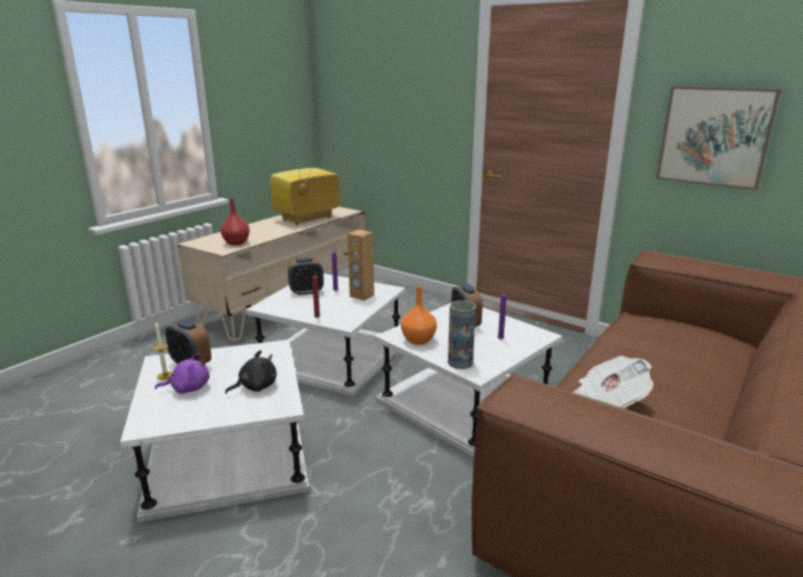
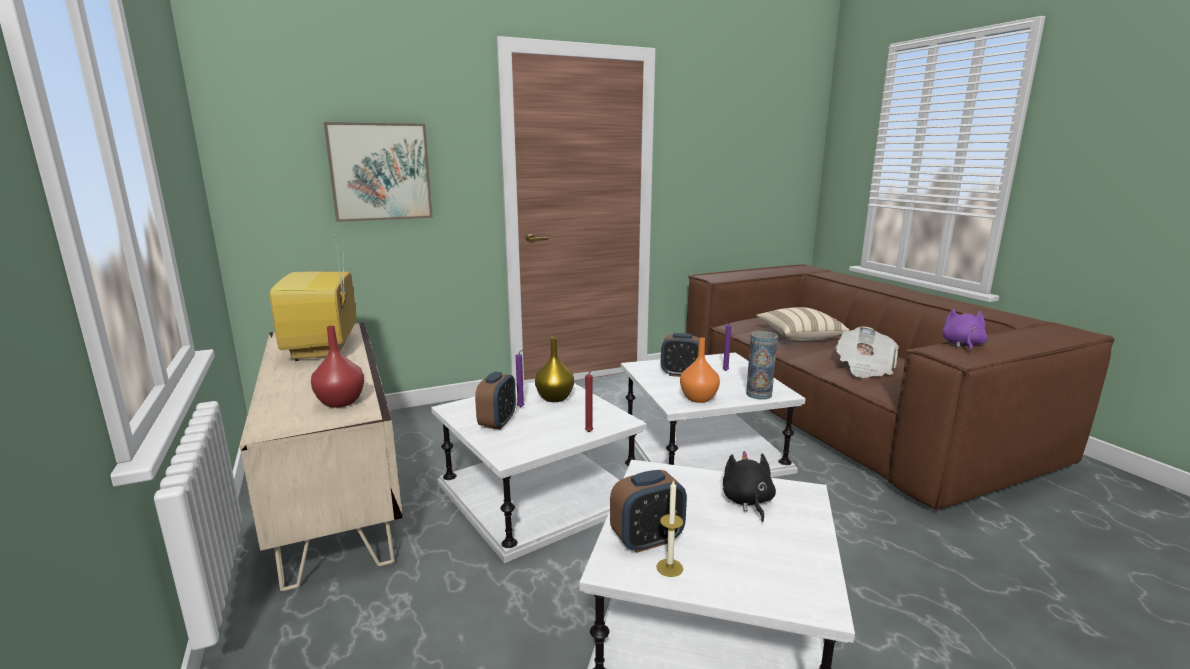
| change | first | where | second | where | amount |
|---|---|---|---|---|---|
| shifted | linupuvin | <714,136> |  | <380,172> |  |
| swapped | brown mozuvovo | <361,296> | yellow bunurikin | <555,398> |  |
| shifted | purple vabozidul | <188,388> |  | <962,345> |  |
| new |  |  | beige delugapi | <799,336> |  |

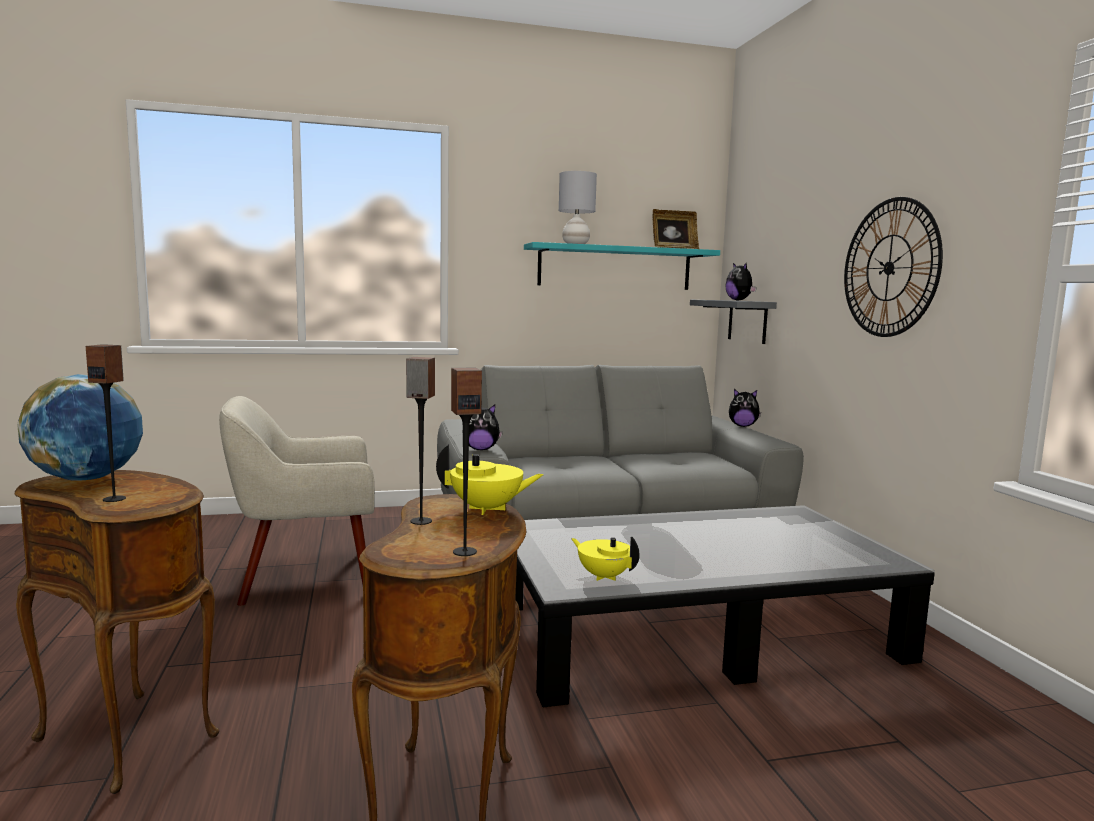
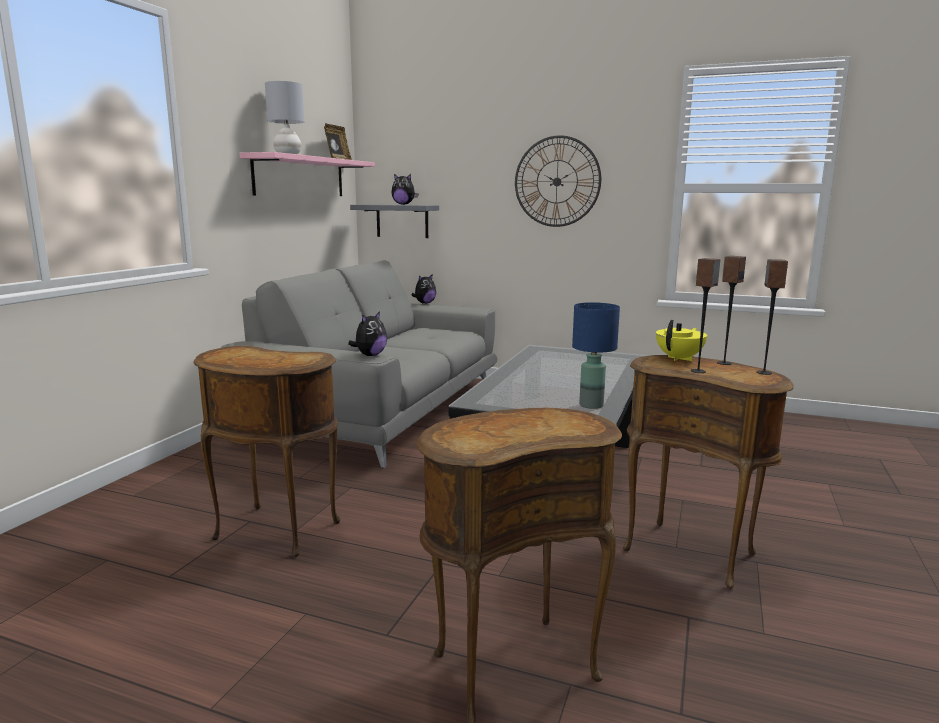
| change | first | where | second | where | amount |
|---|---|---|---|---|---|
| repainted | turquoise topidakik | <615,268> | pink topidakik | <300,177> |  |
| shifted | mozuvovo | <114,499> |  | <723,363> |  |
| gone | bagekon | <87,479> |  |  |  |
| swapped | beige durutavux | <304,576> | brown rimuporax | <274,533> |  |
| swapped | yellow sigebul | <604,576> | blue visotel | <590,405> |  |

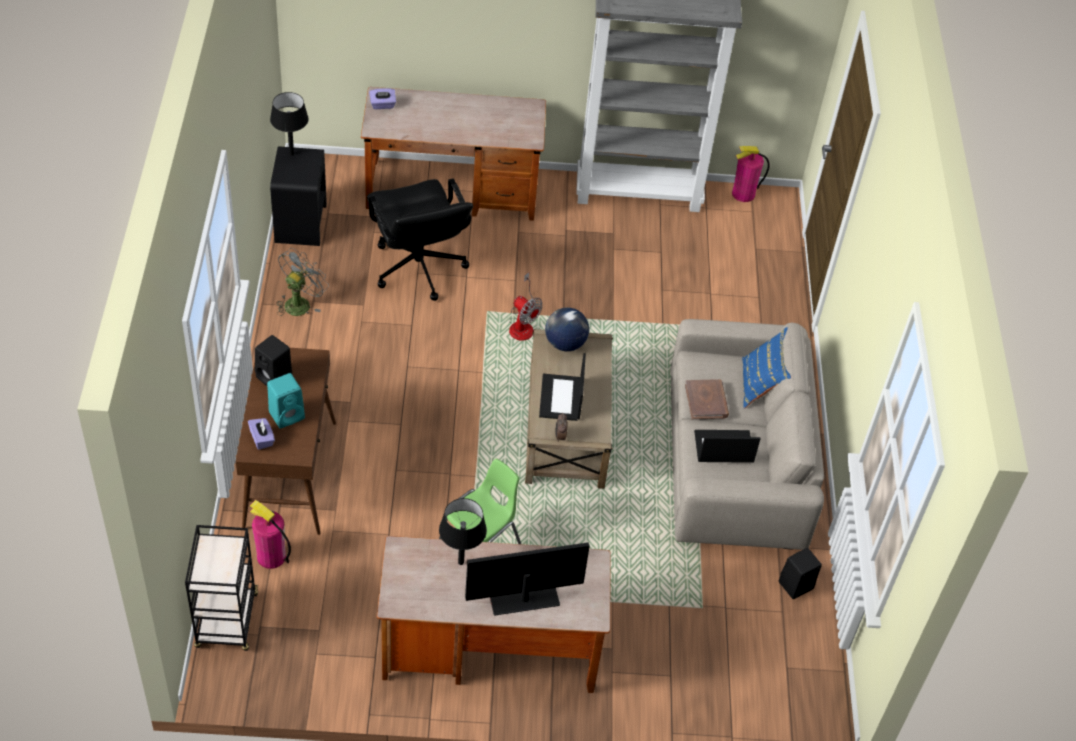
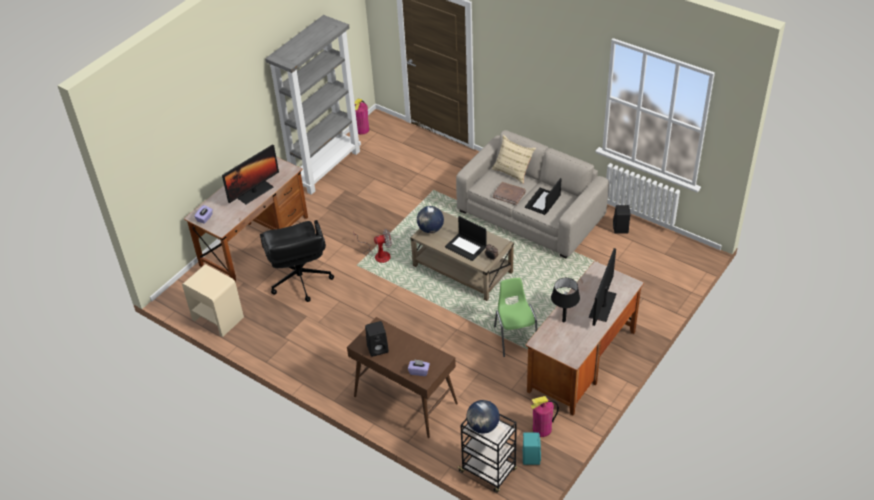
| change | first | where | second | where | amount |
|---|---|---|---|---|---|
| gone | black visotel | <291,154> |  |  |  |
| repainted | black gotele | <300,223> | beige gotele | <217,318> |  |
| rotated | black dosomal | <418,268> |  | <300,280> | 60 degrees clockwise |
| gone | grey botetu | <300,302> |  |  |  |
| repainted | blue delugapi | <760,385> | beige delugapi | <513,171> |  |
| shifted | turquoise mozuvovo | <287,414> |  | <531,456> |  |
| shifted | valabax | <271,556> |  | <542,429> |  |
| new |  |  | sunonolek | <255,192> |  |
| new |  |  | bagekon | <482,426> |  |

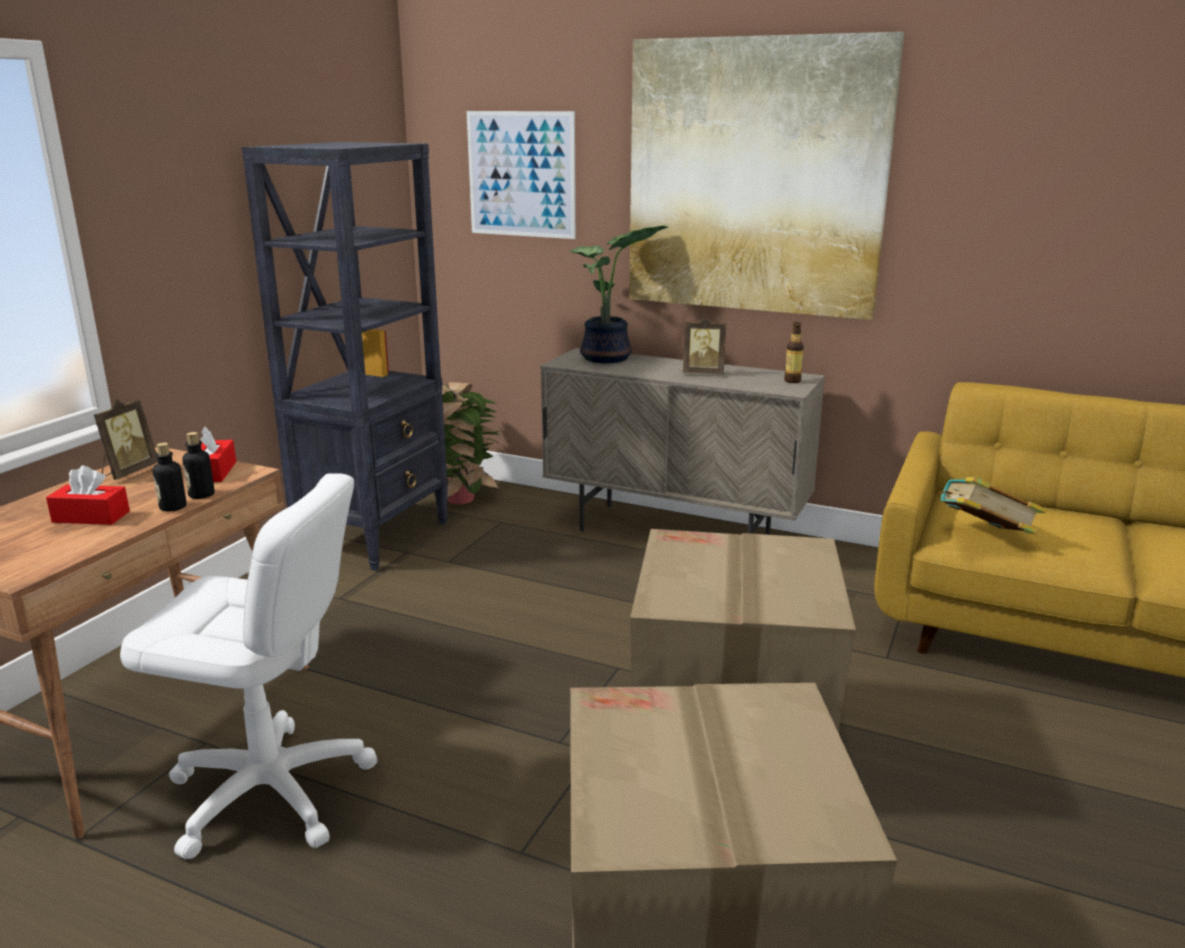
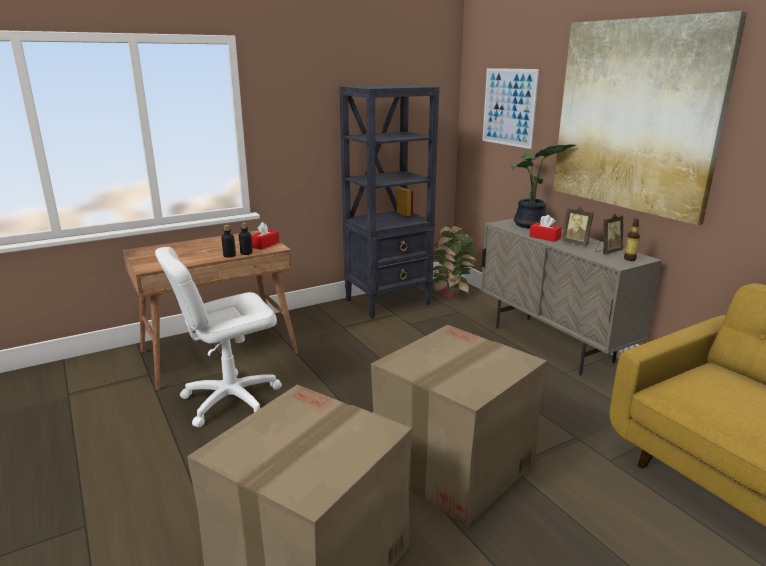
| change | first | where | second | where | amount |
|---|---|---|---|---|---|
| shifted | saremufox | <128,472> |  | <607,252> |  |
| shifted | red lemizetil | <91,517> |  | <544,237> |  |
| rotated | white dosomal | <270,792> |  | <231,400> | 105 degrees clockwise |
| gone | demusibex | <983,536> |  |  |  |

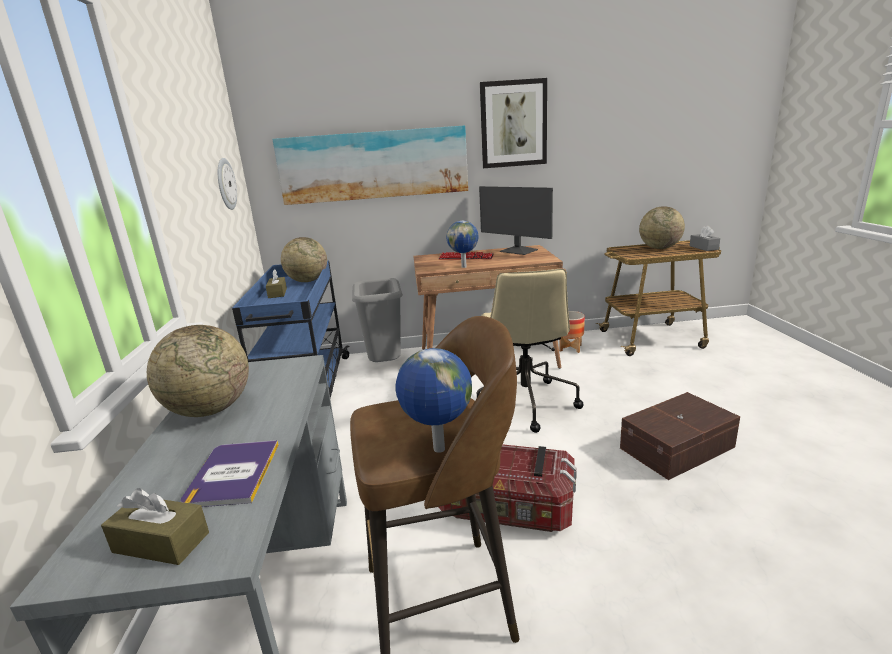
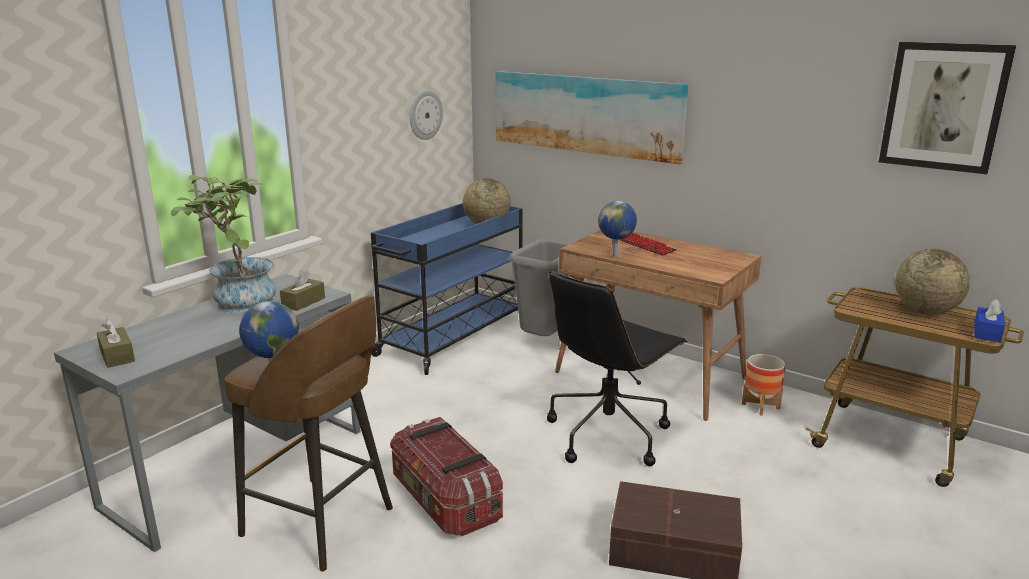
| change | first | where | second | where | amount |
|---|---|---|---|---|---|
| shifted | linupuvin | <513,124> |  | <943,106> |  |
| gone | sunonolek | <518,251> |  |  |  |
| repainted | grey lemizetil | <703,247> | blue lemizetil | <987,332> |  |
| repainted | beige dosomal | <525,402> | black dosomal | <608,434> |  |
| shifted | brown lemizetil | <277,293> |  | <303,302> |  |
| swapped | bagekon | <210,410> | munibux | <237,302> |  |
| gone | demusibex | <233,474> |  |  |  |

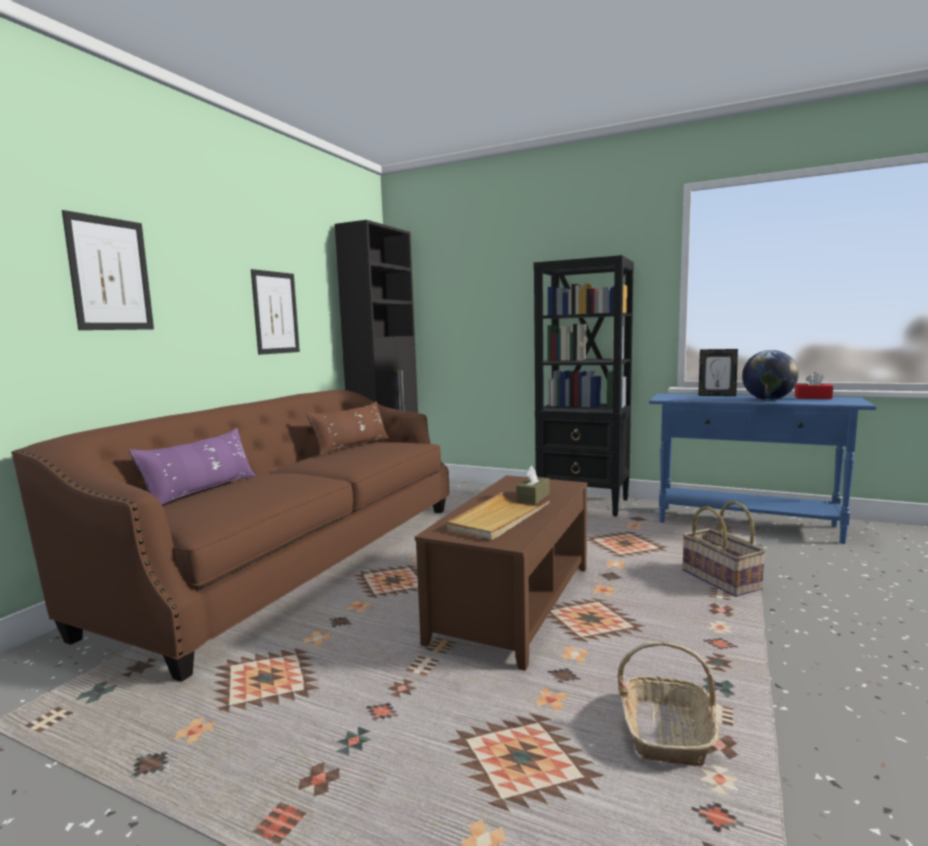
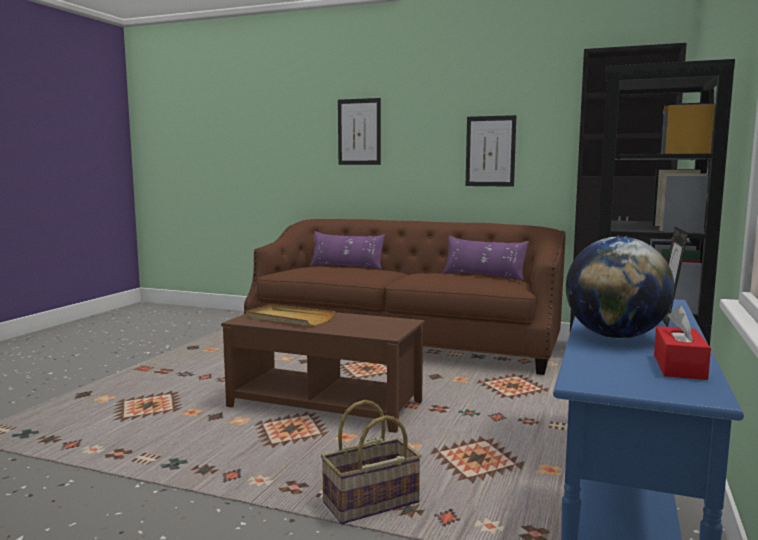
| change | first | where | second | where | amount |
|---|---|---|---|---|---|
| repainted | brown delugapi | <352,446> | purple delugapi | <483,276> |  |
| gone | brown lemizetil | <533,498> |  |  |  |
| gone | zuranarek | <666,732> |  |  |  |

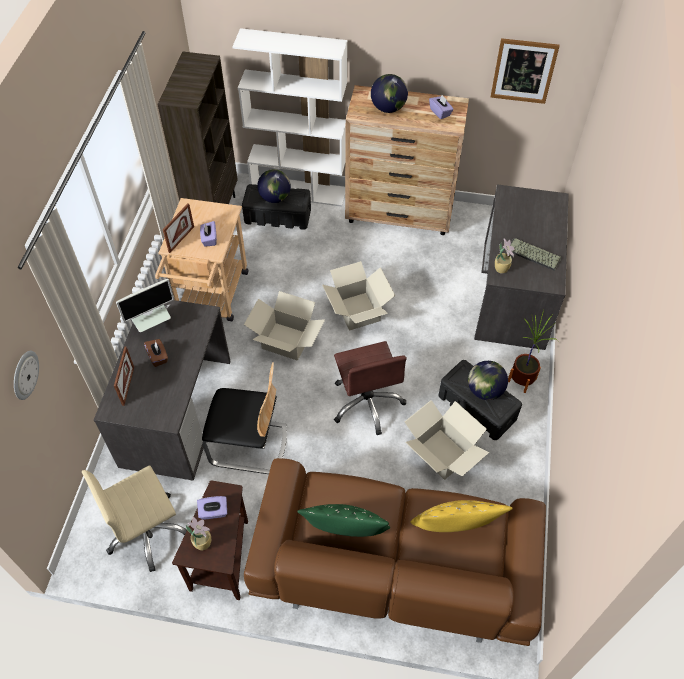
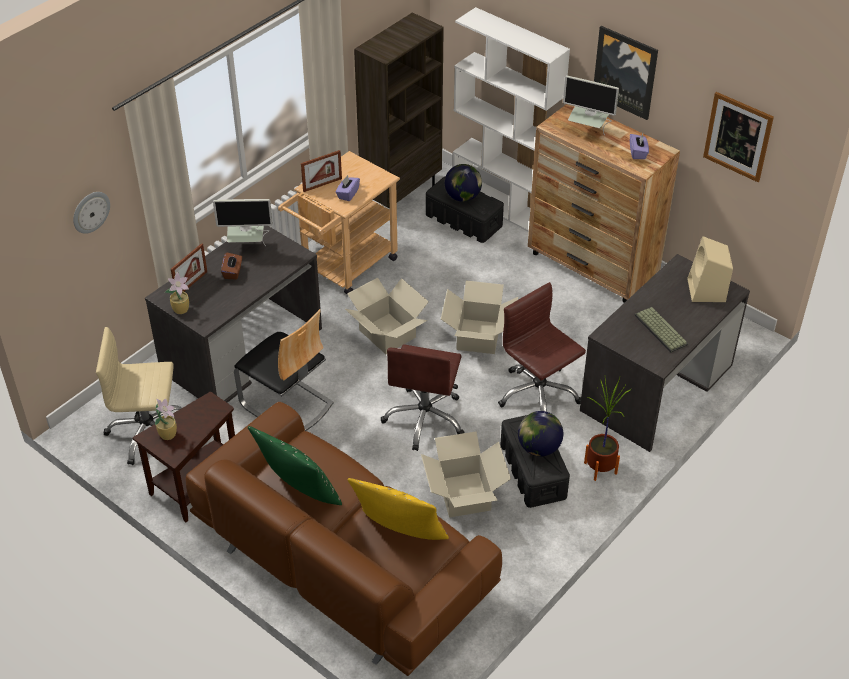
| change | first | where | second | where | amount |
|---|---|---|---|---|---|
| swapped | bagekon | <388,108> | sunonolek | <587,131> |  |
| shifted | munibux | <501,268> |  | <182,309> |  |
| gone | purple lemizetil | <213,512> |  |  |  |
| new |  |  | linupuvin | <625,72> |  |
| new |  |  | beige mozuvovo | <707,291> |  |
| new |  |  | brown dosomal | <538,394> |  |

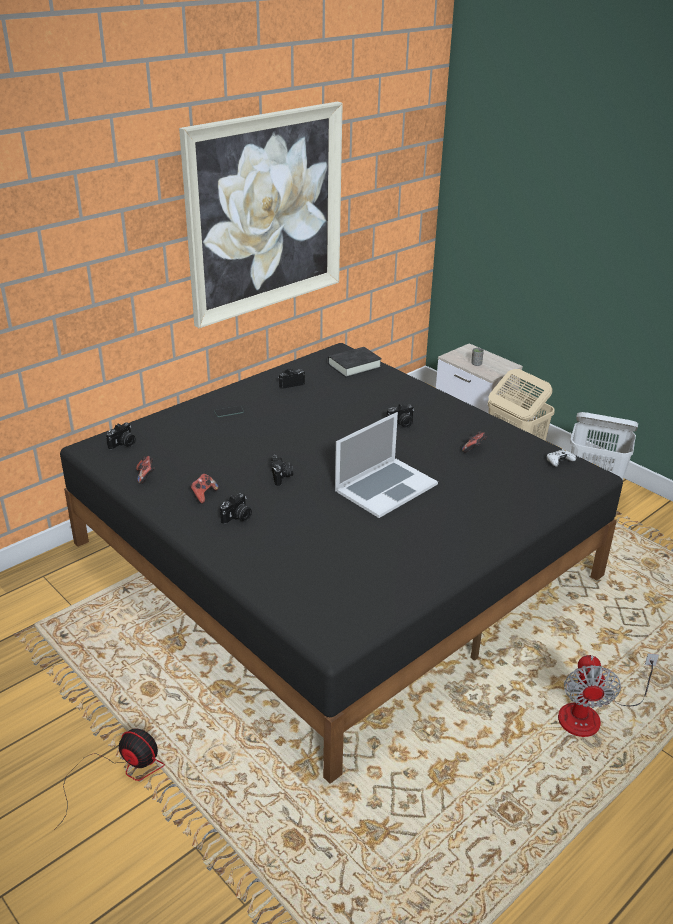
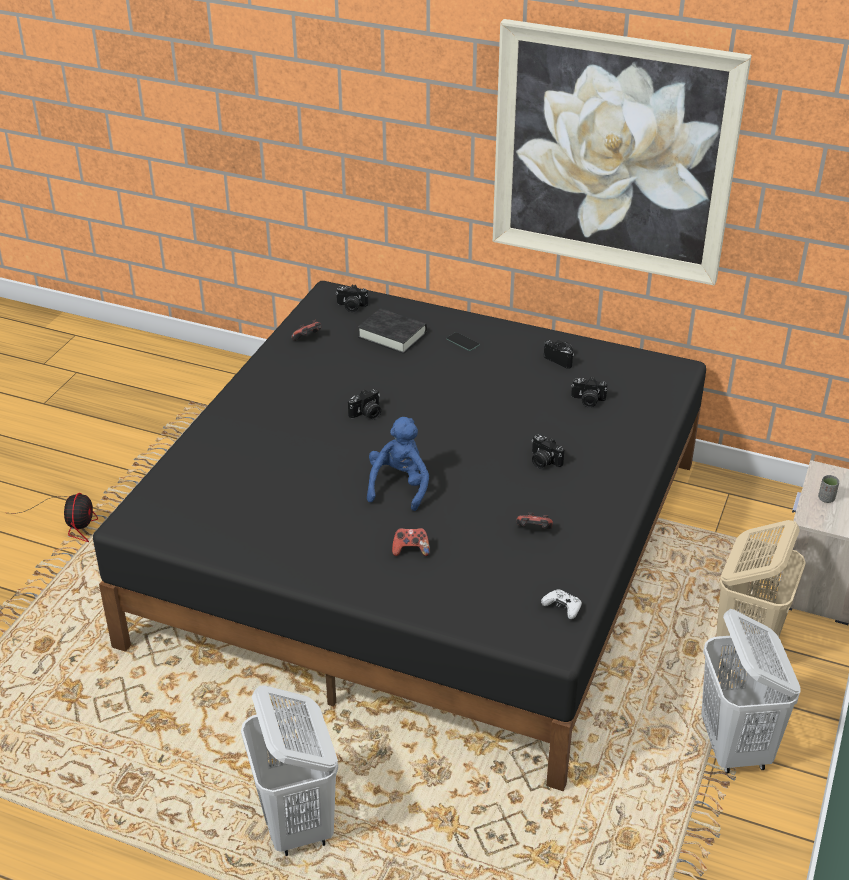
| change | first | where | second | where | amount |
|---|---|---|---|---|---|
| shifted | black demusibex | <354,366> |  | <392,335> |  |
| swapped | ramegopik | <385,487> | blue vabozidul | <399,486> |  |
| shifted | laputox | <203,495> |  | <411,550> |  |
| shifted | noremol | <237,517> |  | <588,401> |  |
| swapped | botetu | <591,715> | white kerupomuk | <297,824> |  |

